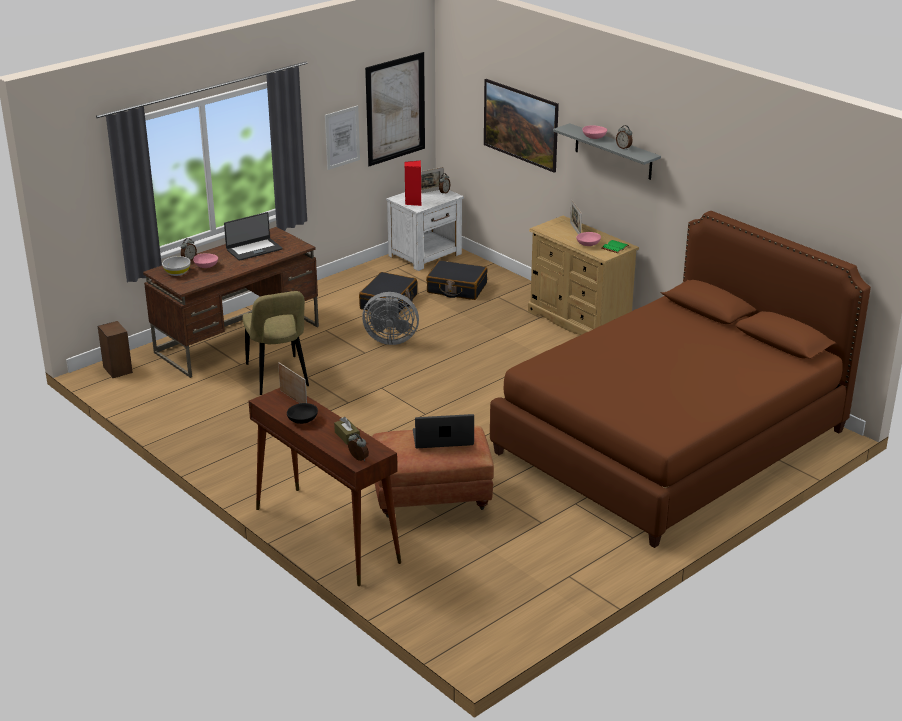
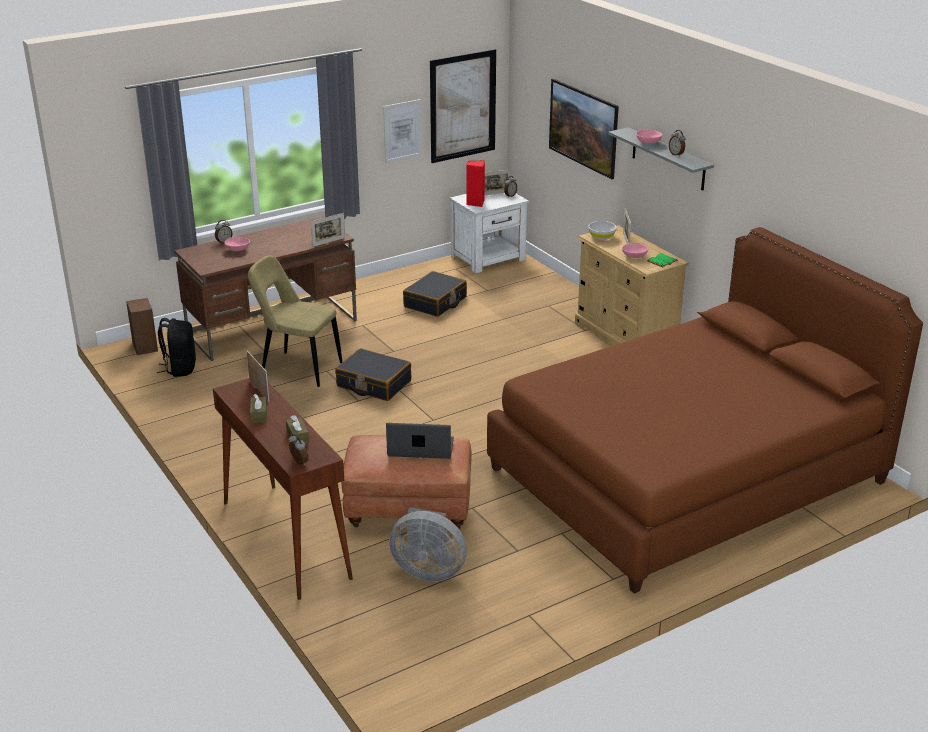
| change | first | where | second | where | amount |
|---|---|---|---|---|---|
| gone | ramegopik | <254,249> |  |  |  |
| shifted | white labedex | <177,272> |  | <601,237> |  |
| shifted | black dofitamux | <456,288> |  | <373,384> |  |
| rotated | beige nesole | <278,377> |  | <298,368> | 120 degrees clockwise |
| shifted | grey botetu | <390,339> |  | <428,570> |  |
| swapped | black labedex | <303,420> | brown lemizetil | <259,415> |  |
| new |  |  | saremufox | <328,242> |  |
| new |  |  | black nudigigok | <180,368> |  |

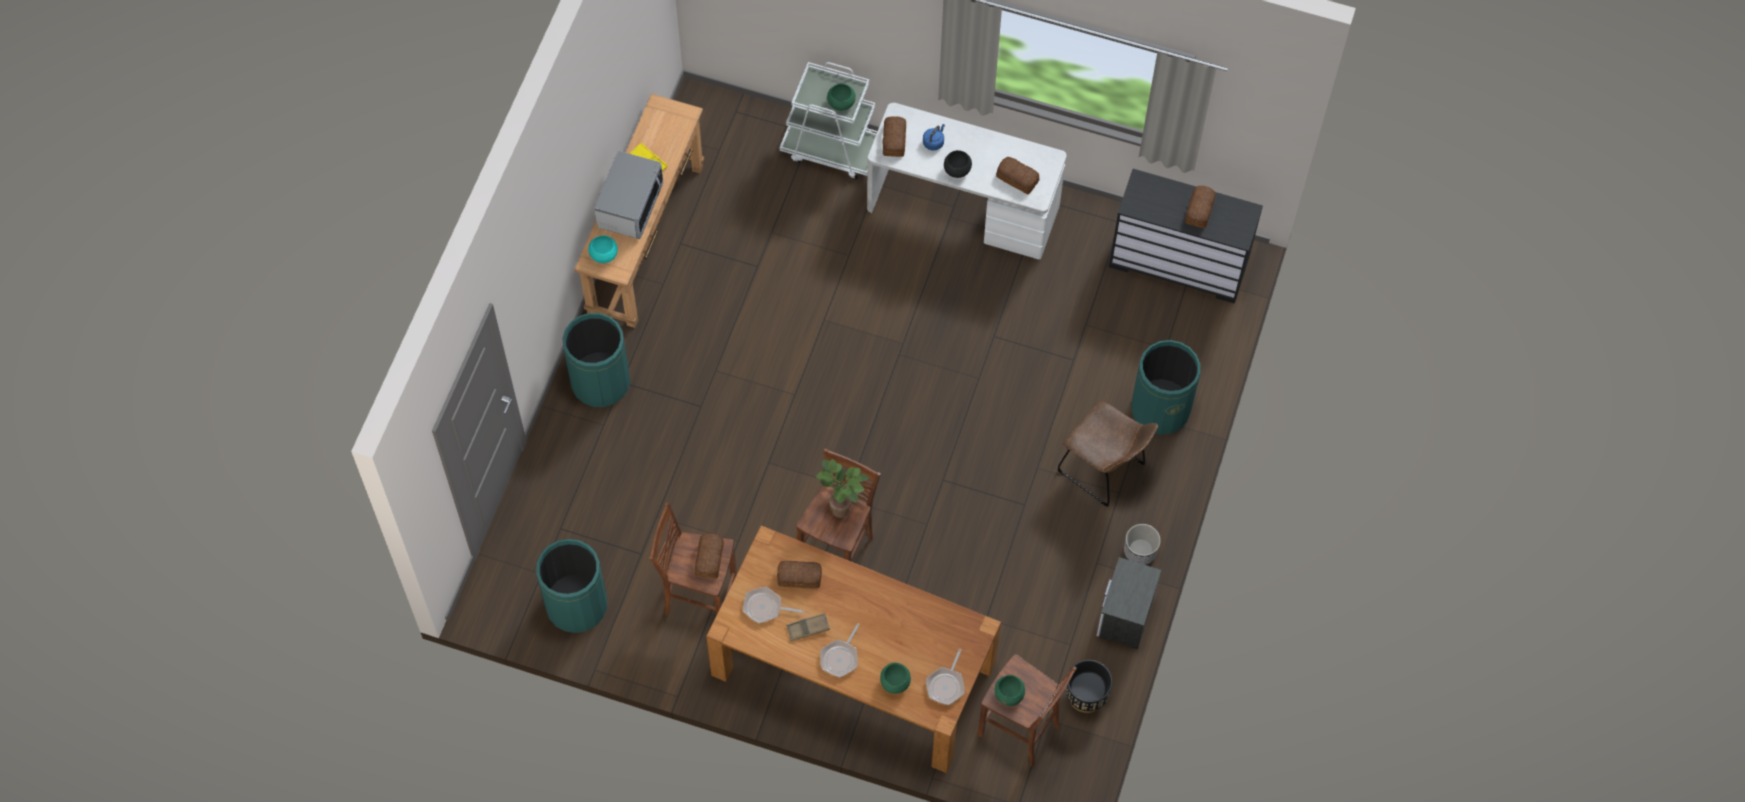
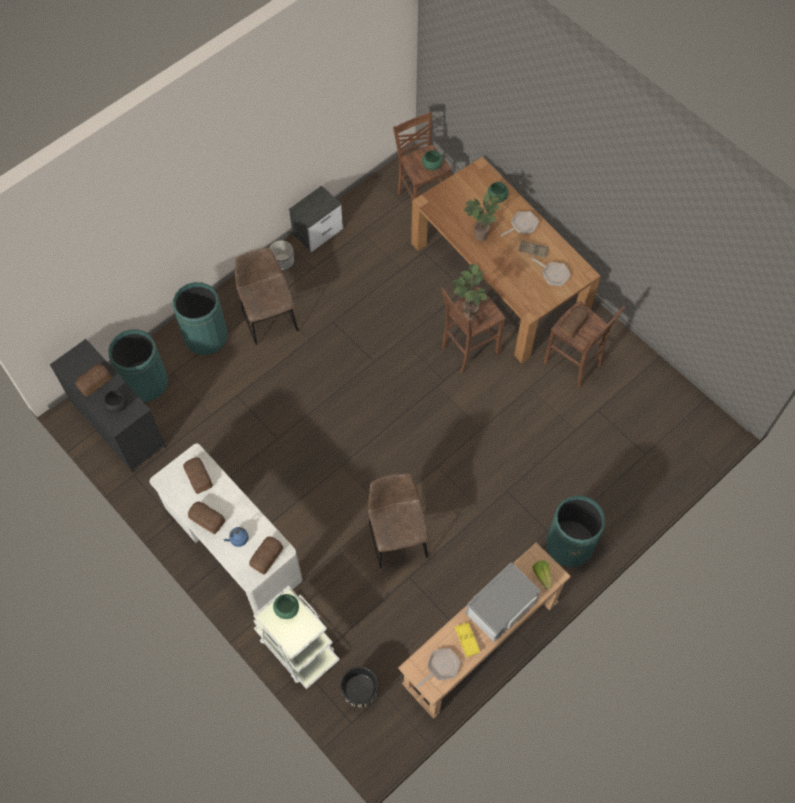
| change | first | where | second | where | amount |
|---|---|---|---|---|---|
| shifted | black labedex | <957,170> |  | <117,405> |  |
| swapped | turquoise labedex | <604,255> | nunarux | <542,575> |  |
| shifted | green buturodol | <576,605> |  | <146,383> |  |
| shifted | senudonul | <800,578> |  | <207,518> |  |
| shifted | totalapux | <946,685> |  | <441,667> |  |
| shifted | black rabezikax | <1086,695> |  | <360,692> |  |
| new |  |  | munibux | <480,237> |  |
| new |  |  | brown nesole | <397,536> |  |

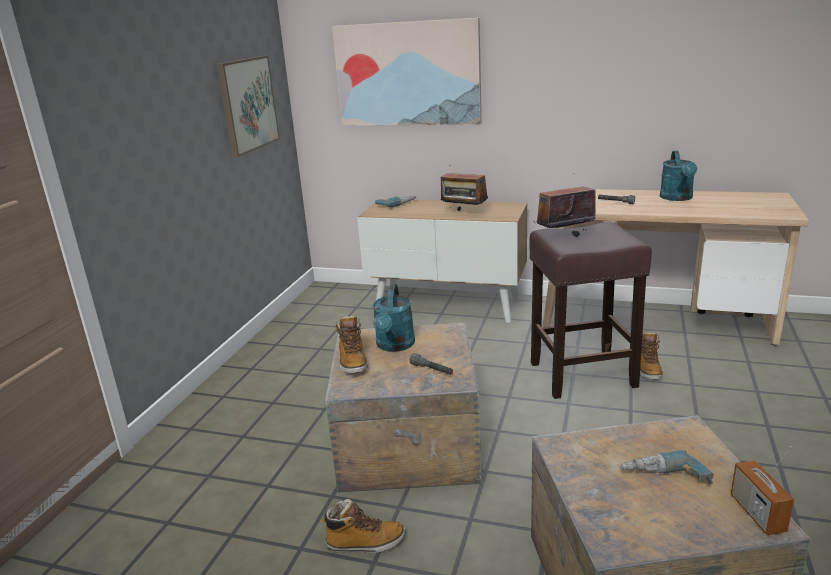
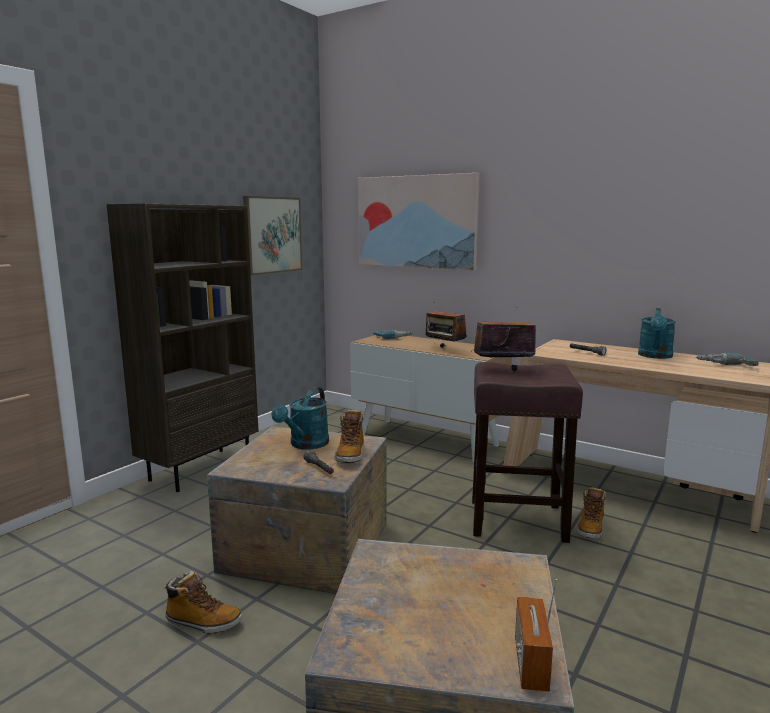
| change | first | where | second | where | amount |
|---|---|---|---|---|---|
| shifted | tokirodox | <352,361> |  | <350,455> |  |
| shifted | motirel | <665,479> |  | <725,366> |  |
| new |  |  | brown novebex | <200,469> |  |

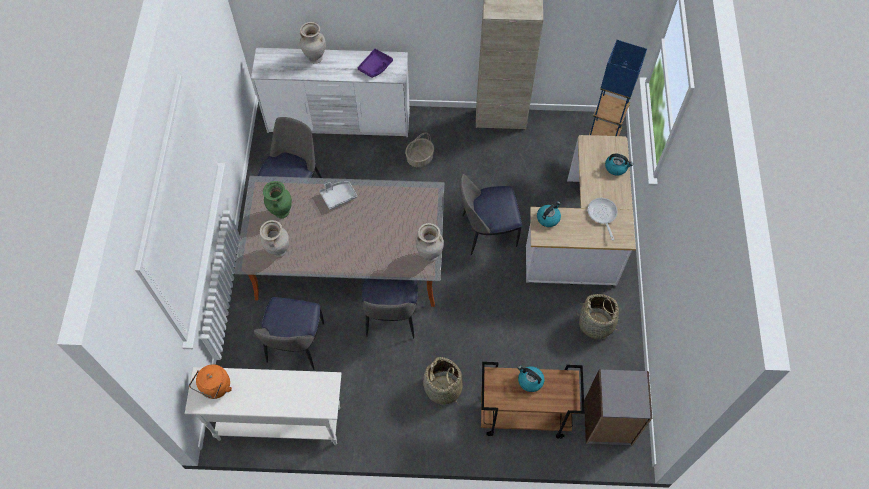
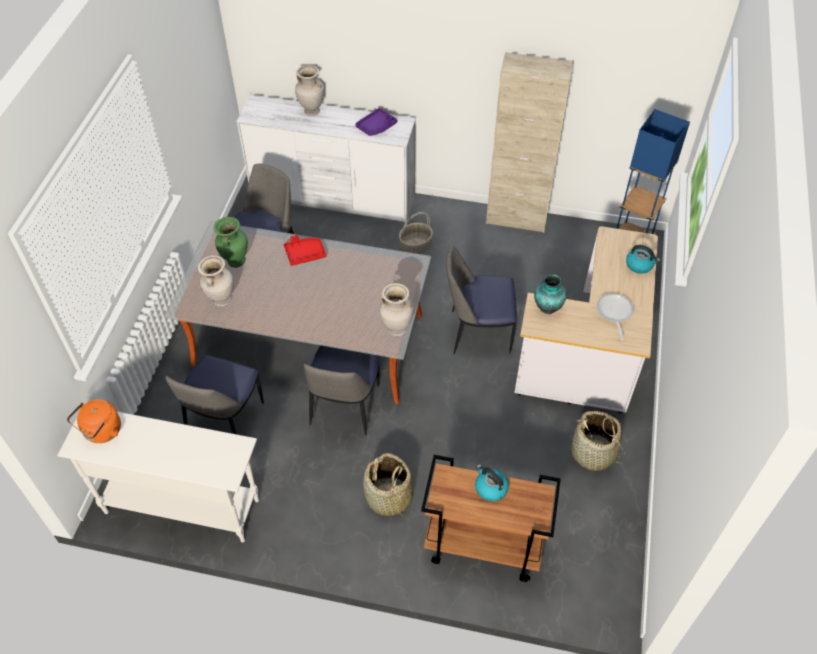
| change | first | where | second | where | amount |
|---|---|---|---|---|---|
| repainted | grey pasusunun | <338,196> | red pasusunun | <305,254> |  |
| swapped | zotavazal | <548,218> | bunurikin | <547,307> |  |
| gone | grey novebex | <607,423> |  |  |  |

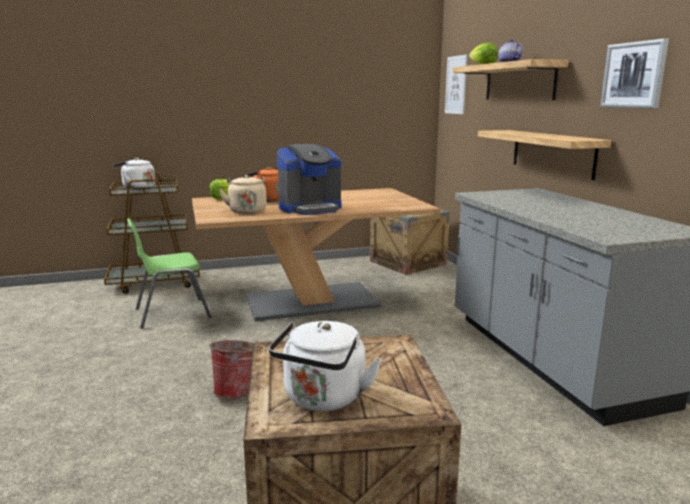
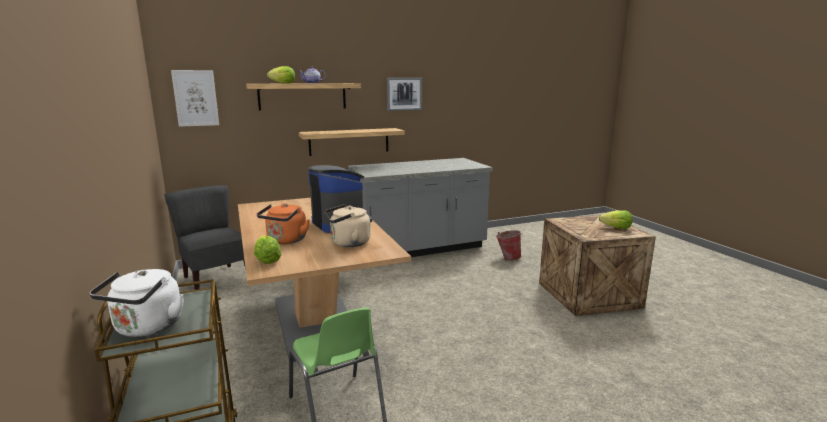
| change | first | where | second | where | amount |
|---|---|---|---|---|---|
| swapped | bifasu | <408,263> | grey nesole | <216,279> |  |
| swapped | white zotavazal | <323,399> | nunarux | <616,228> |  |
| shifted | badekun | <237,392> |  | <508,258> |  |

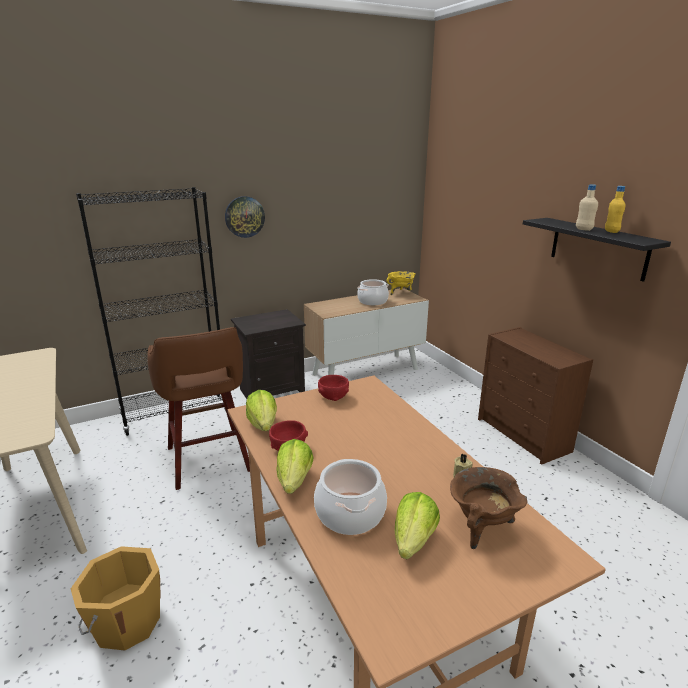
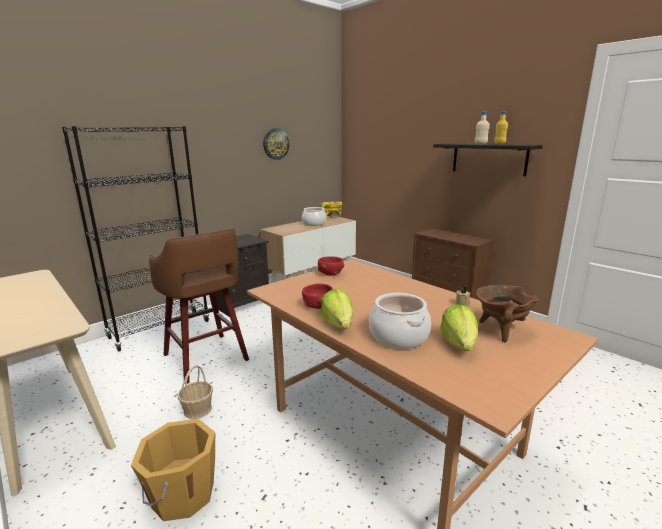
| change | first | where | second | where | amount |
|---|---|---|---|---|---|
| shifted | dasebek | <244,217> |  | <275,144> |  |
| gone | nunarux | <263,424> |  |  |  |
| new |  |  | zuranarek | <198,409> |  |

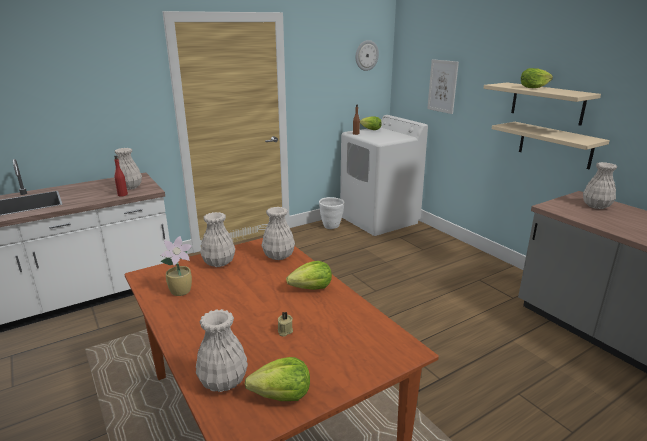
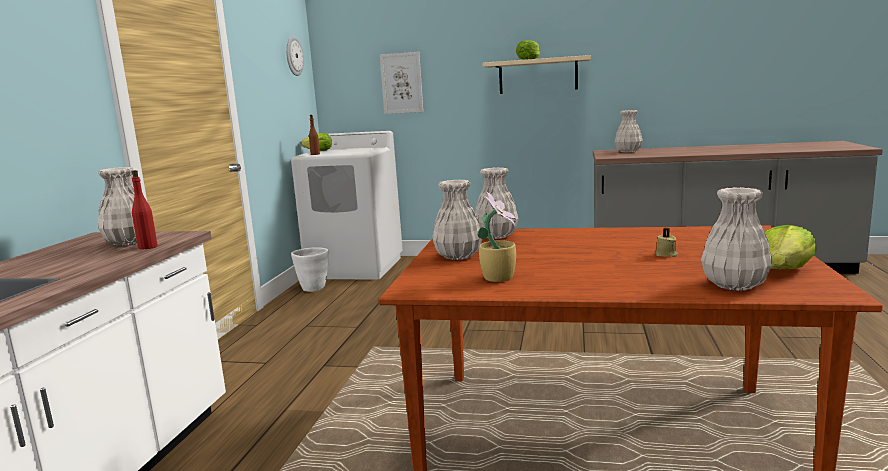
| change | first | where | second | where | amount |
|---|---|---|---|---|---|
| gone | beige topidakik | <555,145> |  |  |  |
| gone | nunarux | <311,288> |  |  |  |

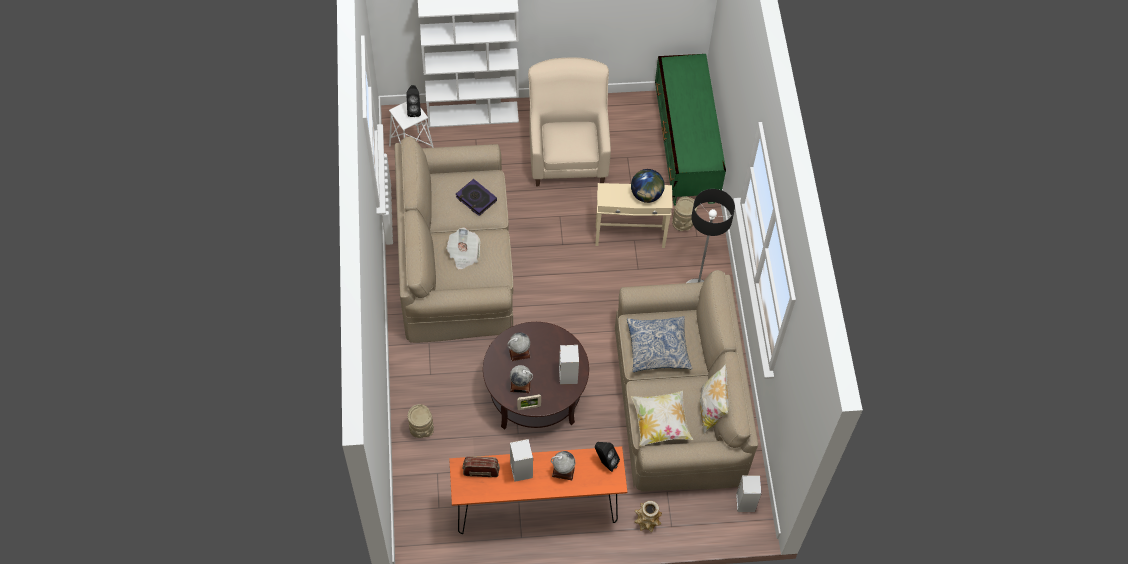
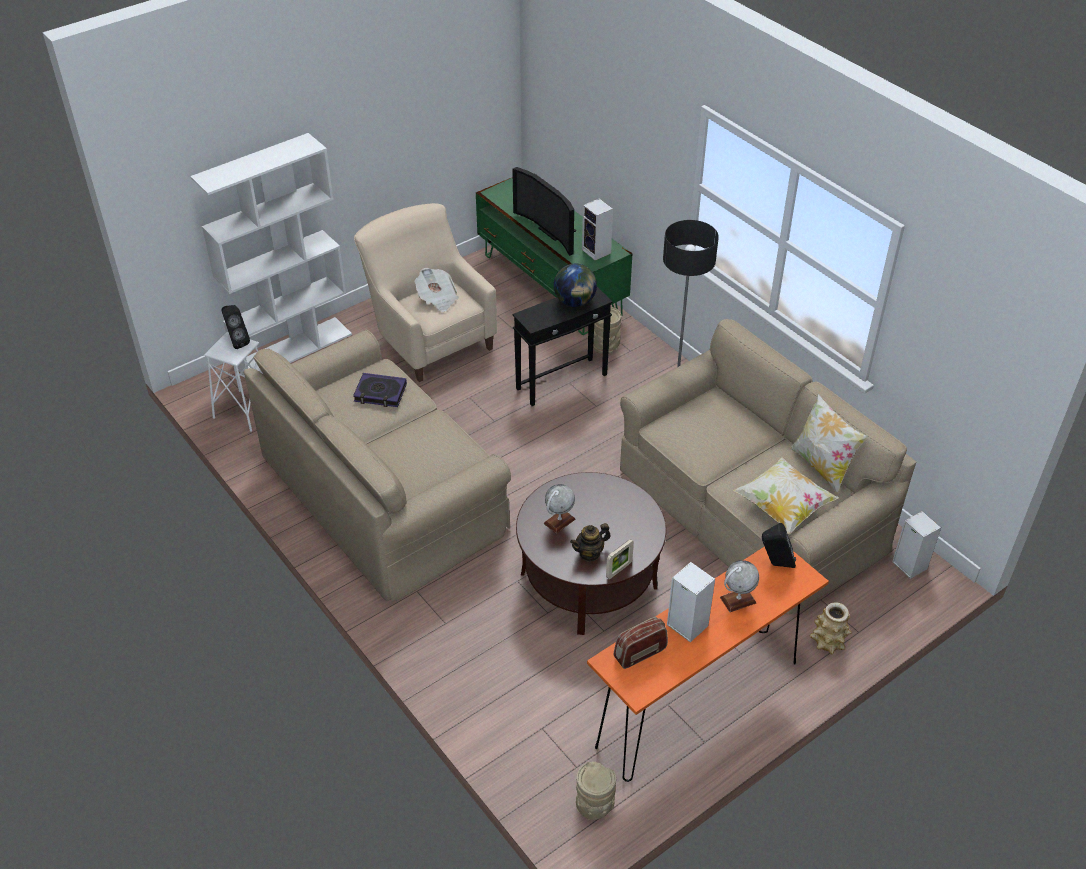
| change | first | where | second | where | amount |
|---|---|---|---|---|---|
| repainted | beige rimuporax | <630,237> | black rimuporax | <562,382> |  |
| shifted | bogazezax | <463,254> |  | <437,299> |  |
| gone | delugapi | <658,348> |  |  |  |
| shifted | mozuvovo | <568,376> |  | <597,252> |  |
| swapped | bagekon | <520,386> | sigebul | <590,553> |  |
| shifted | beige bunurikin | <421,429> |  | <594,806> |  |
| new |  |  | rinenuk | <552,231> |  |

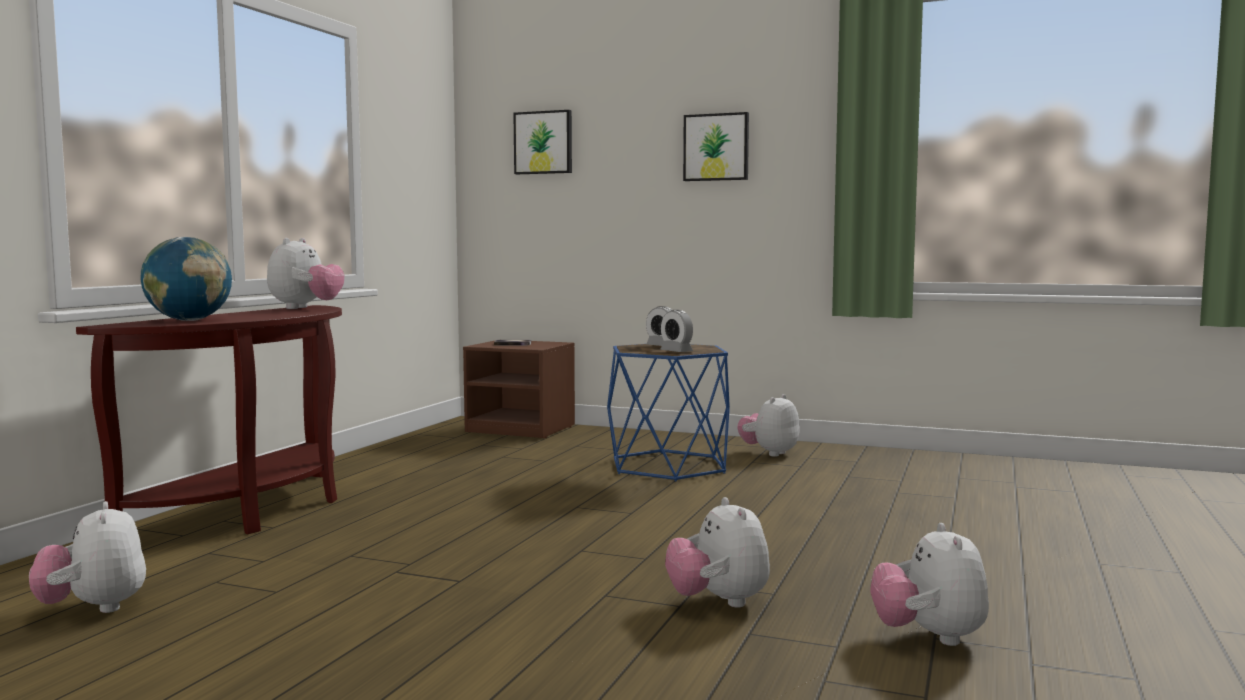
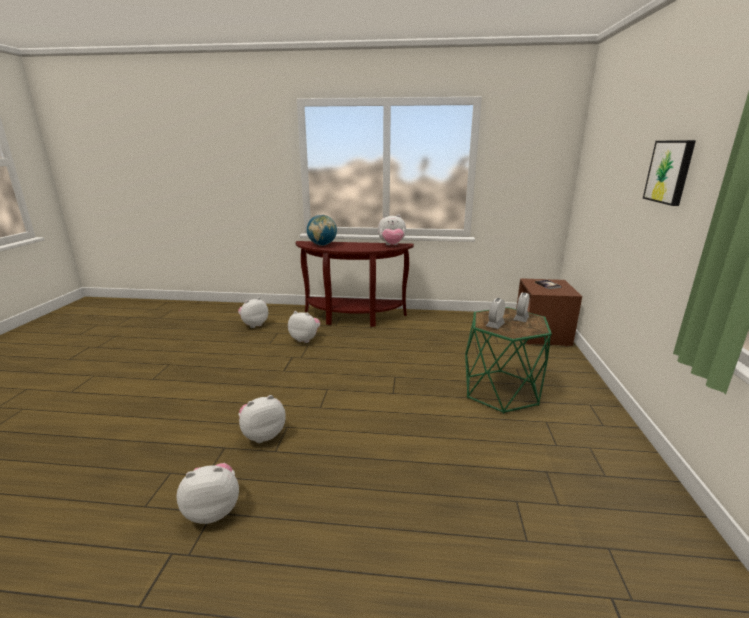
| change | first | where | second | where | amount |
|---|---|---|---|---|---|
| gone | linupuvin | <544,142> |  |  |  |
| repainted | blue rimuporax | <667,466> | green rimuporax | <501,391> |  |
| shifted | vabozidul | <769,453> |  | <305,339> |  |

